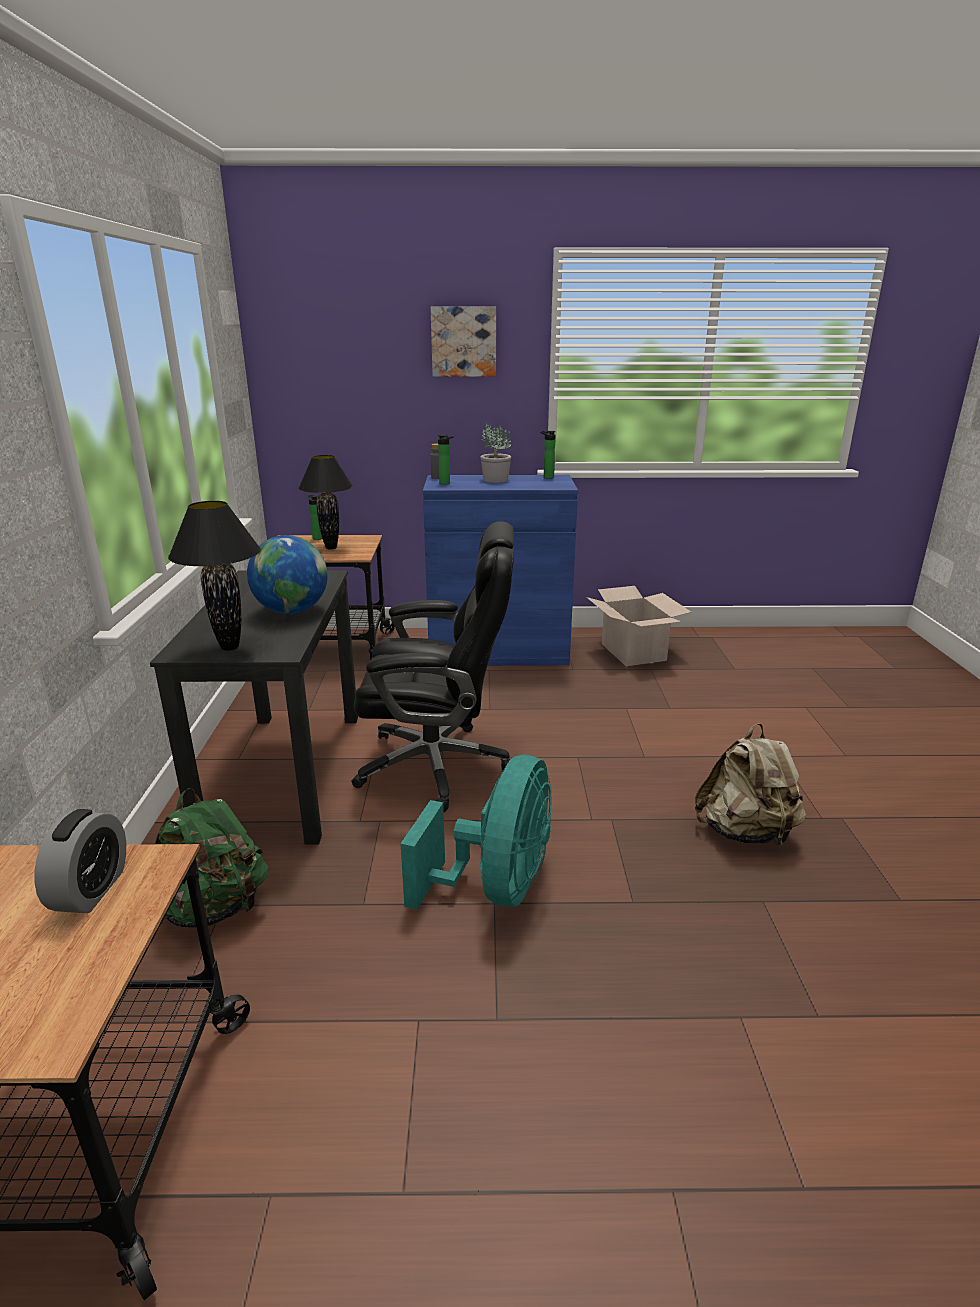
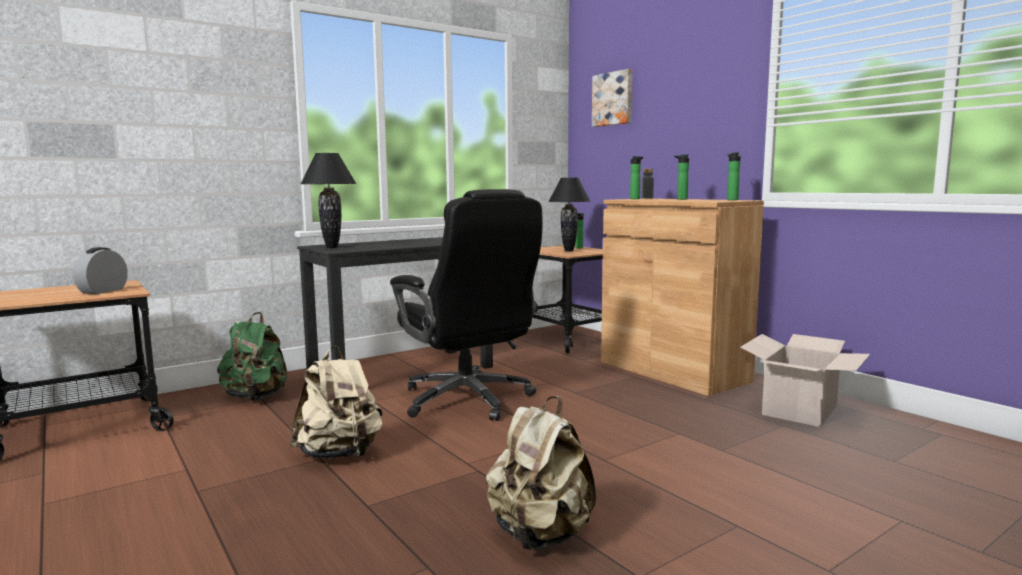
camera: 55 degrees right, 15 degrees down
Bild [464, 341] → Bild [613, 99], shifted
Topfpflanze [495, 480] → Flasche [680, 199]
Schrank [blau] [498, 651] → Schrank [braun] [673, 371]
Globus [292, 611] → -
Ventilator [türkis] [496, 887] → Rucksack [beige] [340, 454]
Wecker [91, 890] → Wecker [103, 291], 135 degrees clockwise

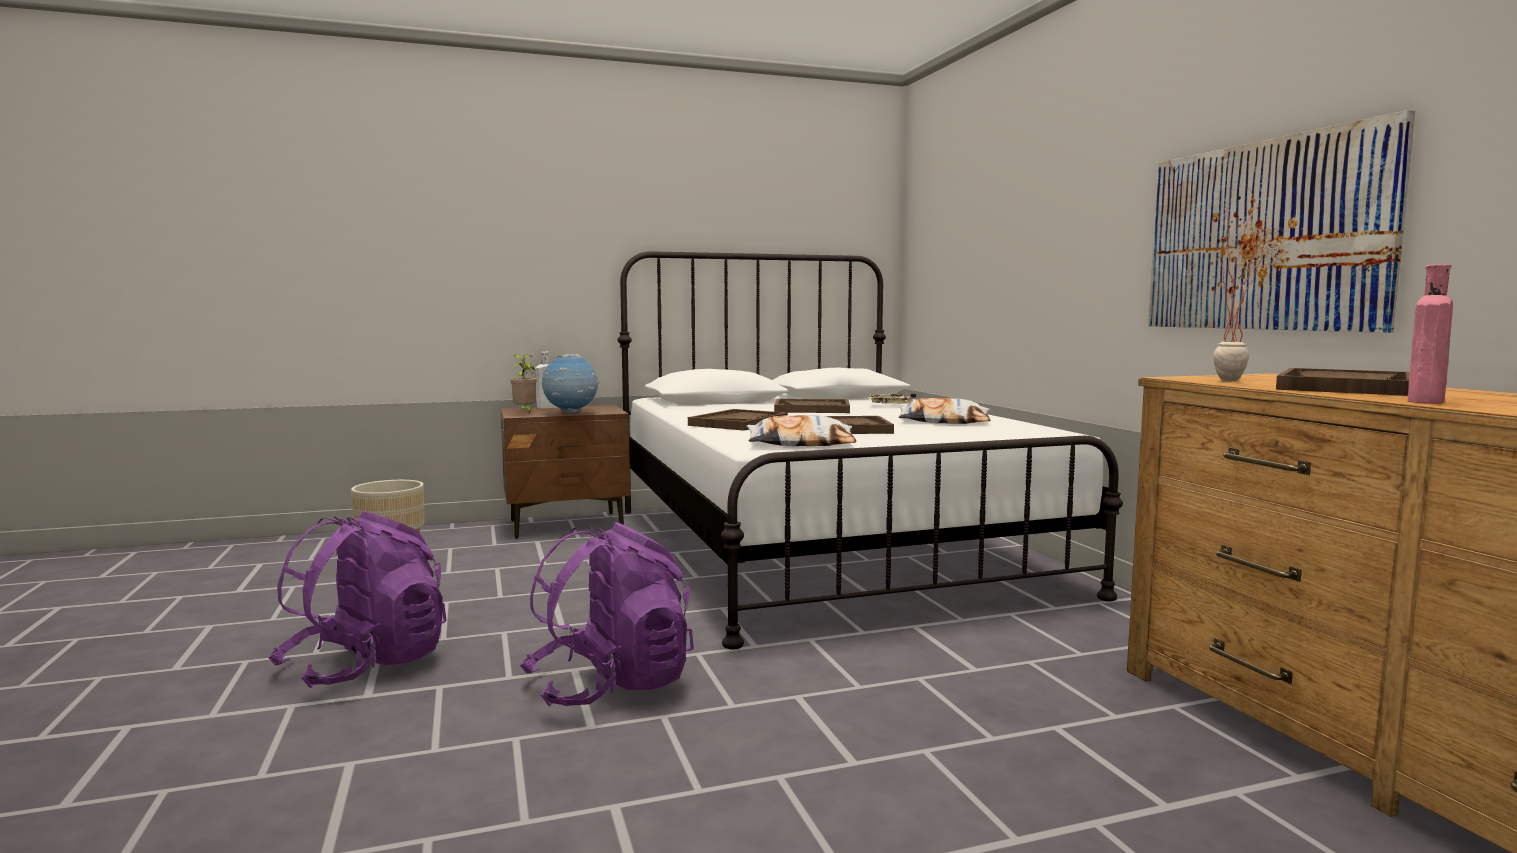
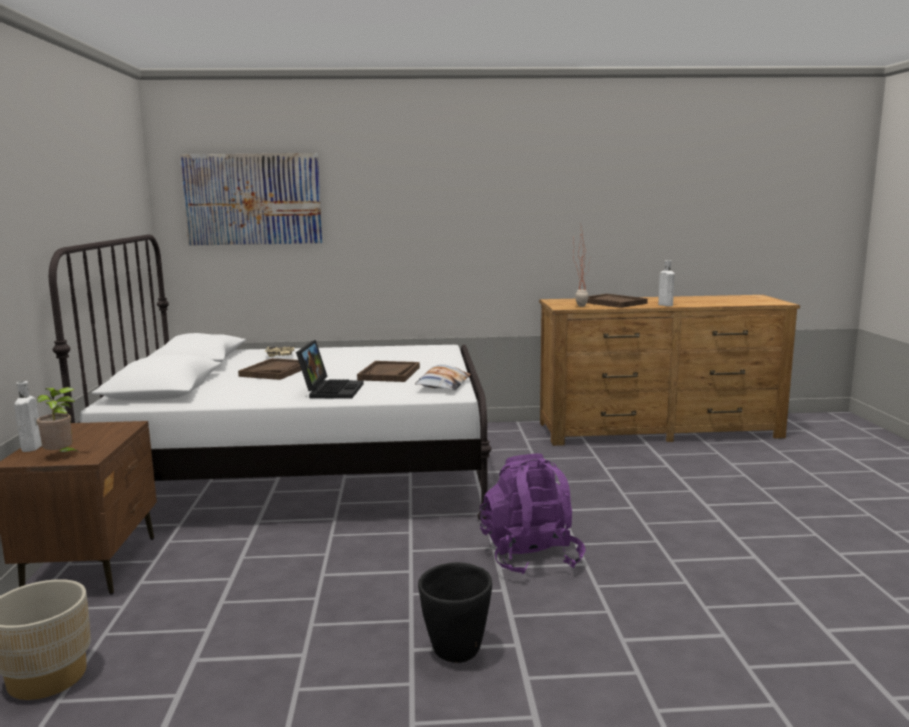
camera: 75 degrees left, 5 degrees up
Bild [1263, 236] → Bild [253, 199], shifted
Flasche [rosa] [1425, 401] → Flasche [weiß] [664, 305]
Globus [571, 413] → -
Kissen [943, 421] → -
Tablett [braun] [738, 423] → Laptop [330, 390]
Rucksack [lila] [365, 665] → Pflanzkübel [schwarz] [456, 652]

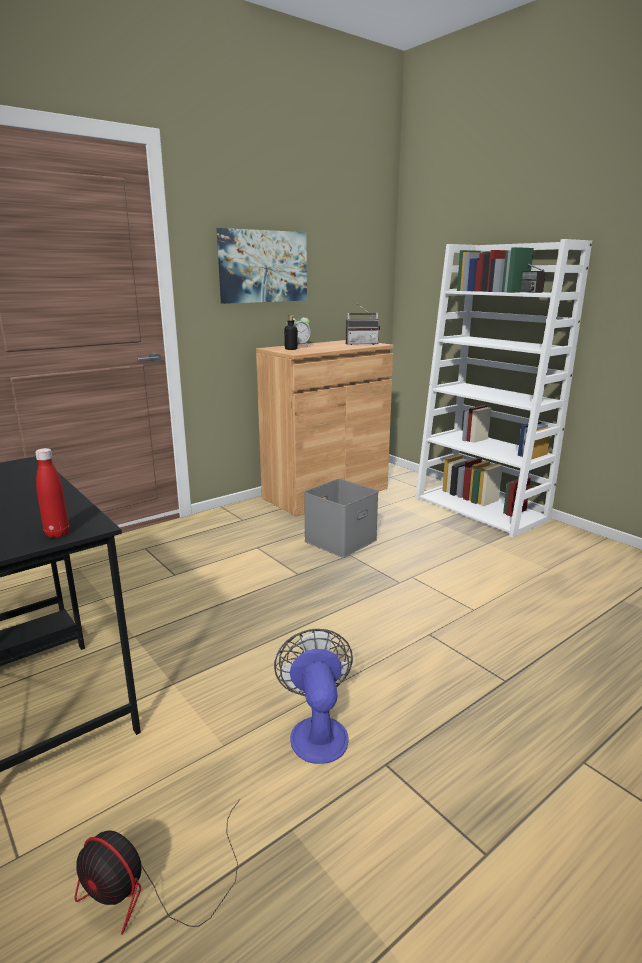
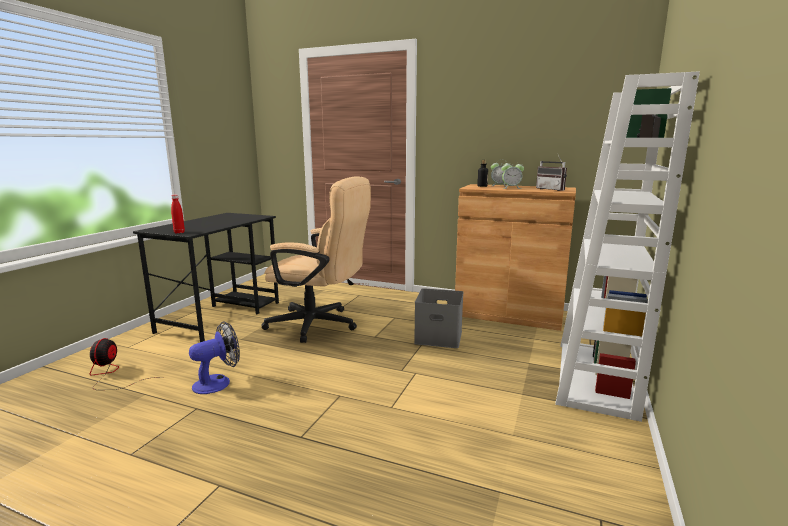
camera: 60 degrees right, 5 degrees down
Bild [263, 266] → -
- → Wecker [511, 188]
- → Bürostuhl [beige] [320, 325]

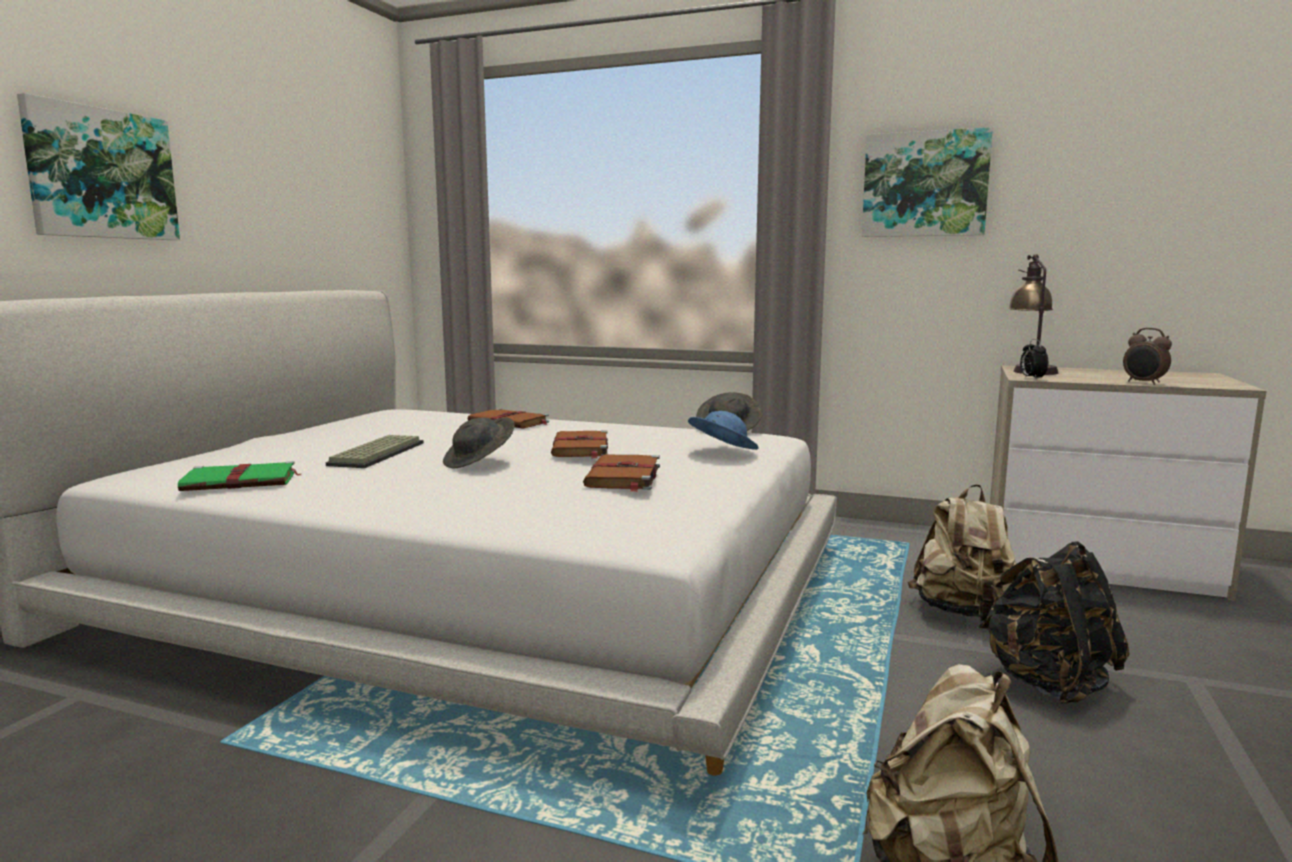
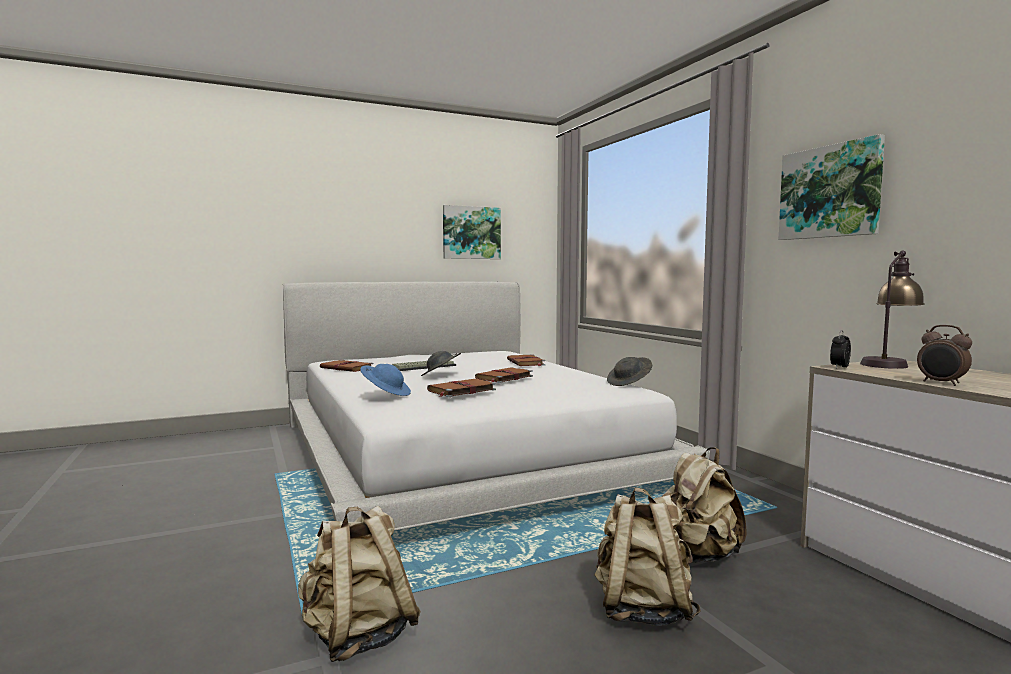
camera: 45 degrees right, 5 degrees down
Bild [101, 174] → Bild [471, 233], shifted
Wecker [1143, 383] → Wecker [941, 383], 45 degrees counterclockwise
Hut [blau] [721, 452] → Hut [blau] [386, 394], shifted
Buch [grün] [242, 481] → Buch [braun] [347, 368]
Rucksack [schwarz] [1047, 683] → Rucksack [beige] [642, 610]

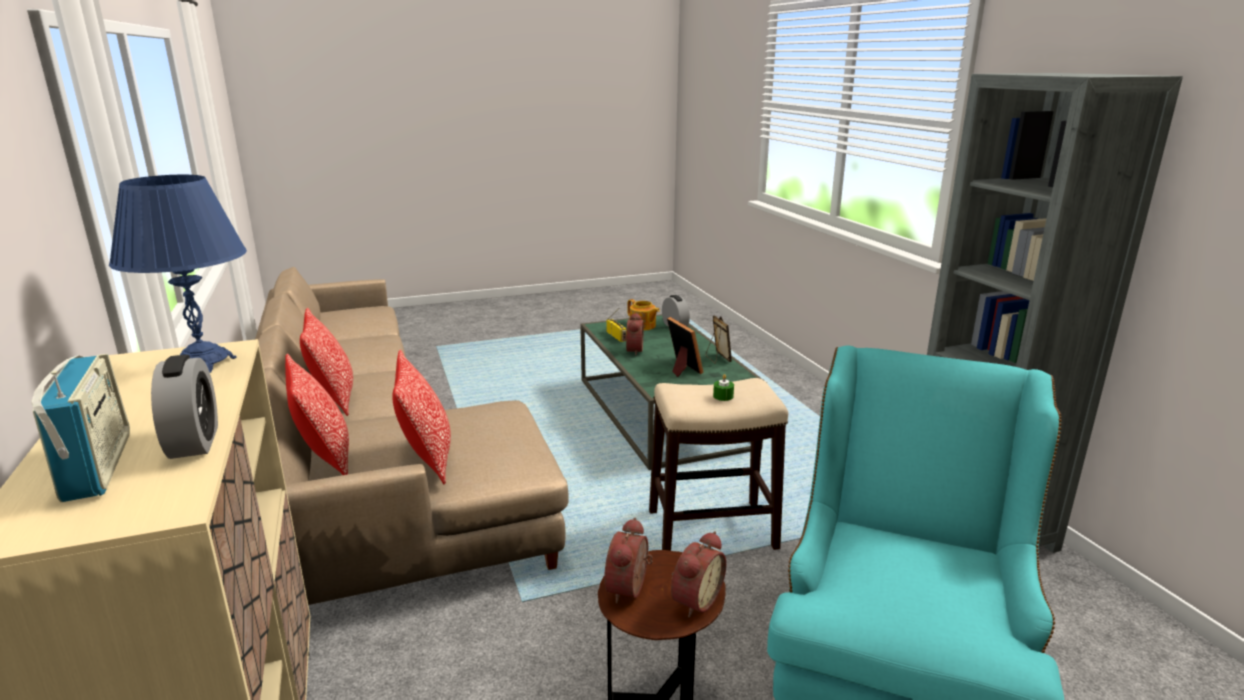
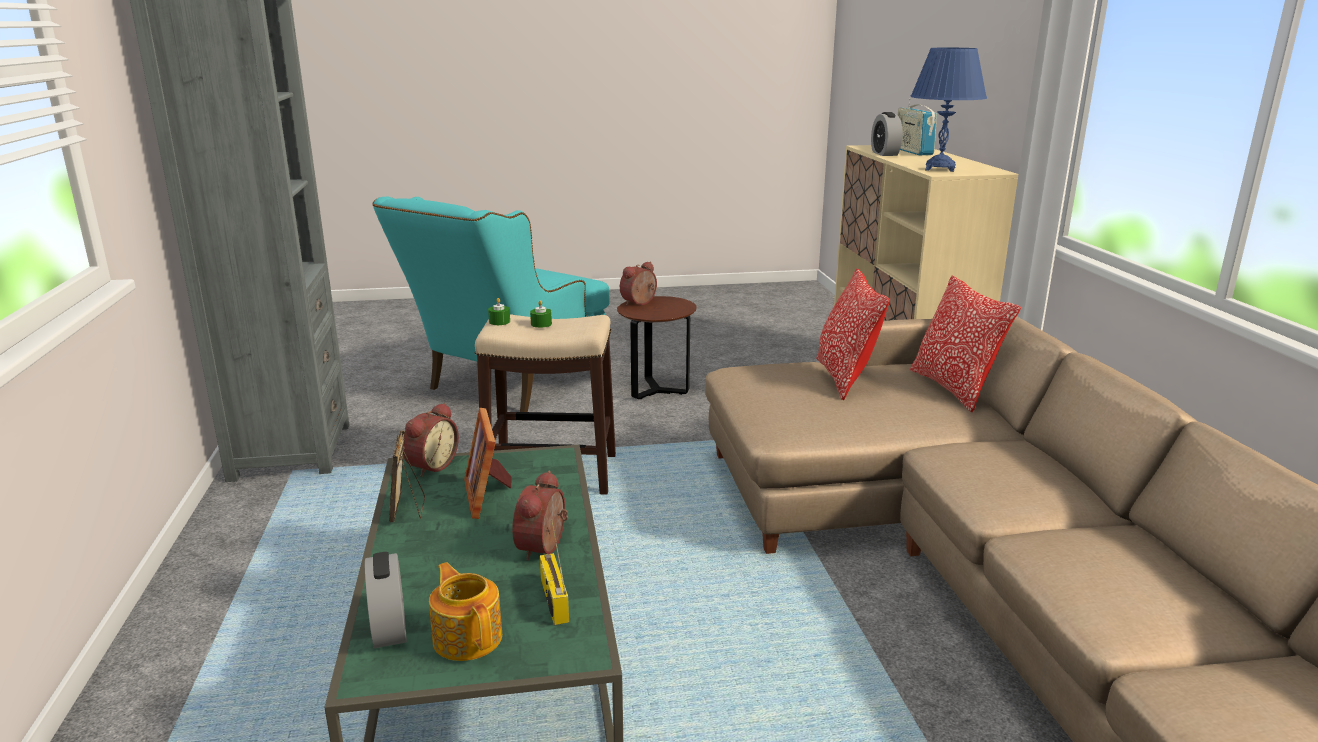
camera: 170 degrees left, 0 degrees up
Kissen [334, 398] → -
Wecker [630, 589] → Wecker [430, 466], shifted
- → Kerze [grün] [499, 322]

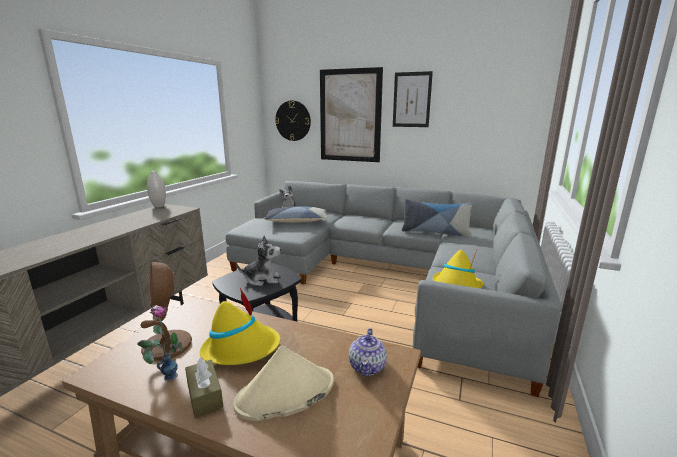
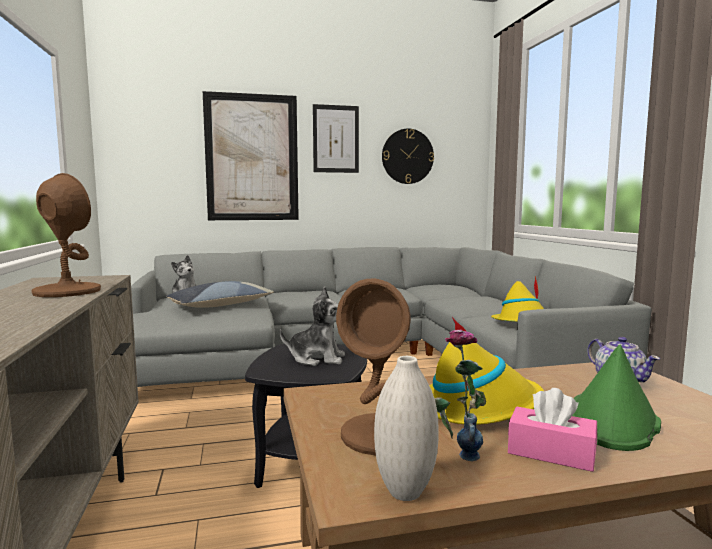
camera: 35 degrees left, 10 degrees down
Wanduhr [293, 121] → Wanduhr [407, 156], shifted
Vase [weiß] [159, 206] → Vase [weiß] [405, 492], shifted
Kissen [435, 232] → -
Plüschtier [262, 279] → Plüschtier [317, 359], 45 degrees clockwise
Hut [beige] [285, 393] → Hut [grün] [613, 420]
Taschentuchbox [braun] [204, 395] → Taschentuchbox [rosa] [551, 453]
- → Tischlampe [braun] [67, 291]

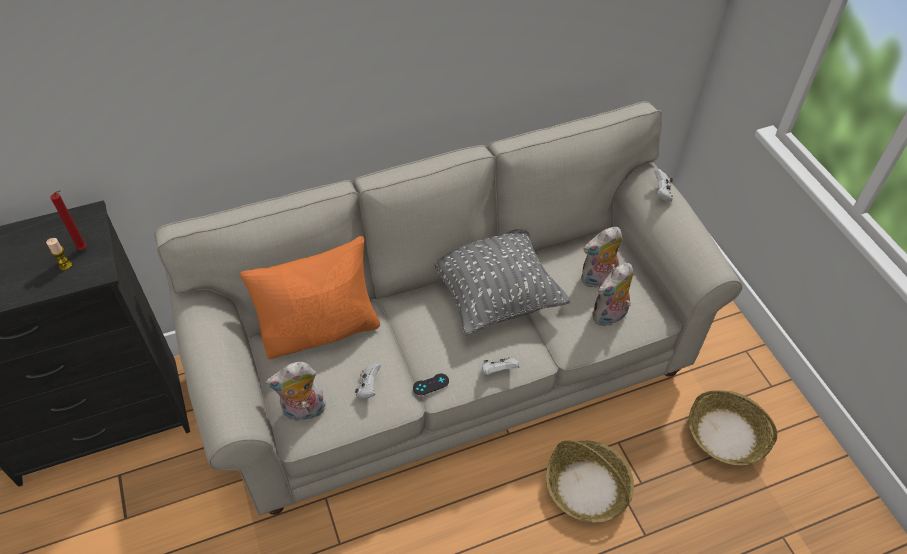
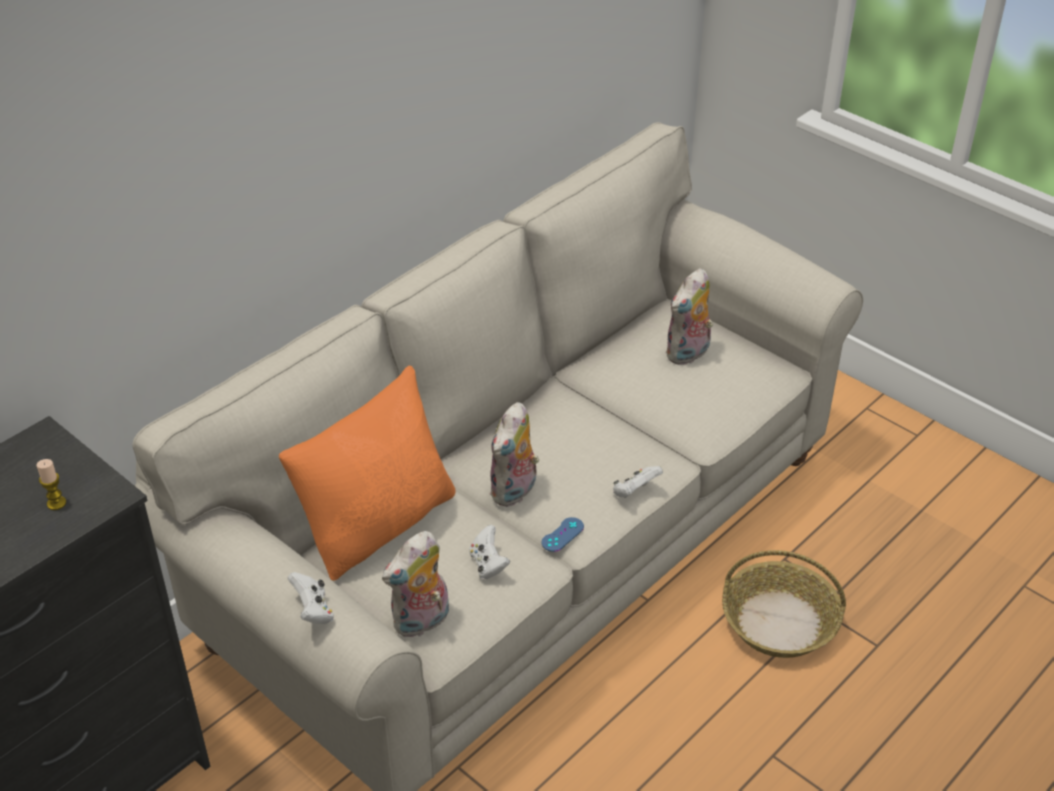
camera: 25 degrees left, 10 degrees down
Gamepad [weiß] [661, 193] → Gamepad [weiß] [313, 611], shifted
Kerze [rot] [84, 249] → -
Kissen [grau] [495, 296] → -
Plüschtier [609, 317] → Plüschtier [515, 492], shifted
Gamepad [schwarz] [431, 384] → Gamepad [blau] [562, 535]
Korb [727, 435] → -

